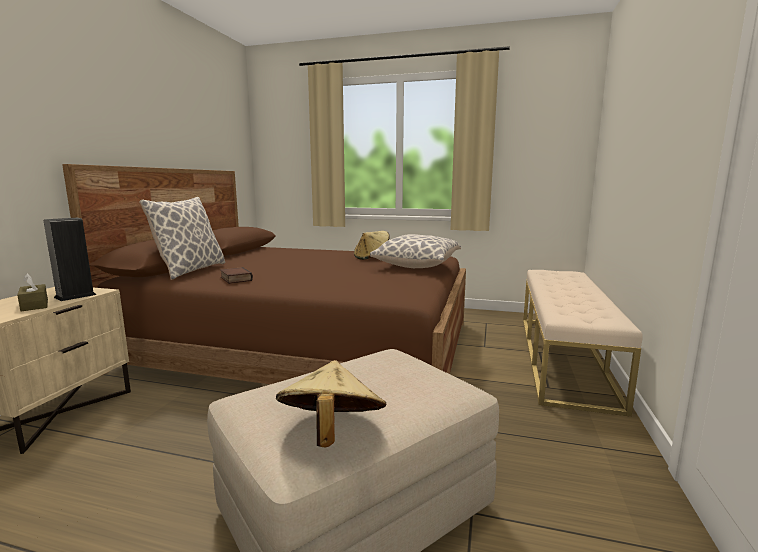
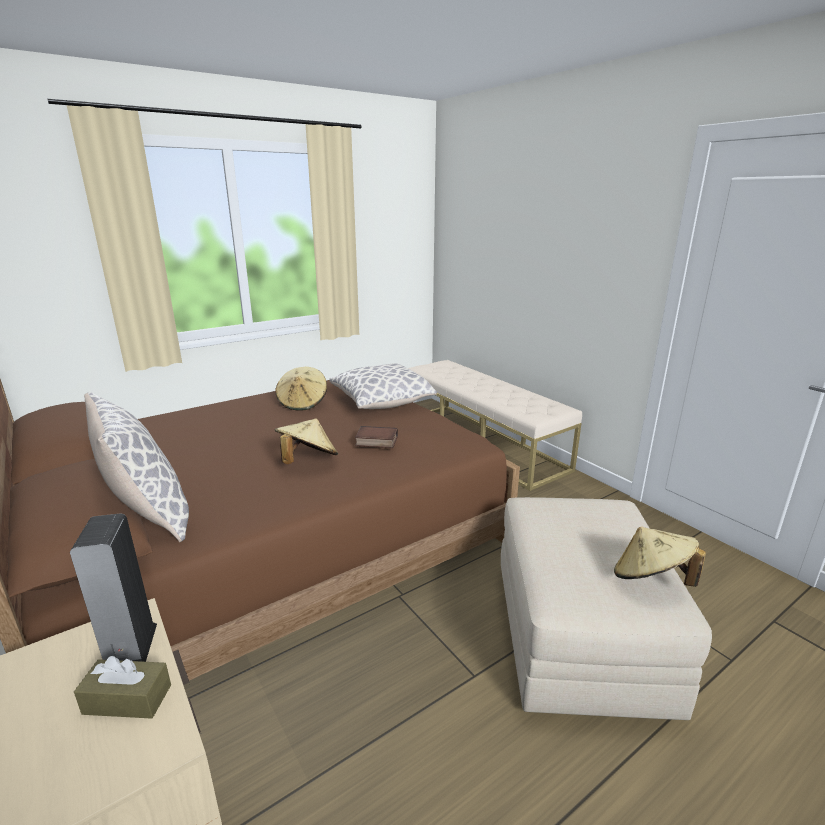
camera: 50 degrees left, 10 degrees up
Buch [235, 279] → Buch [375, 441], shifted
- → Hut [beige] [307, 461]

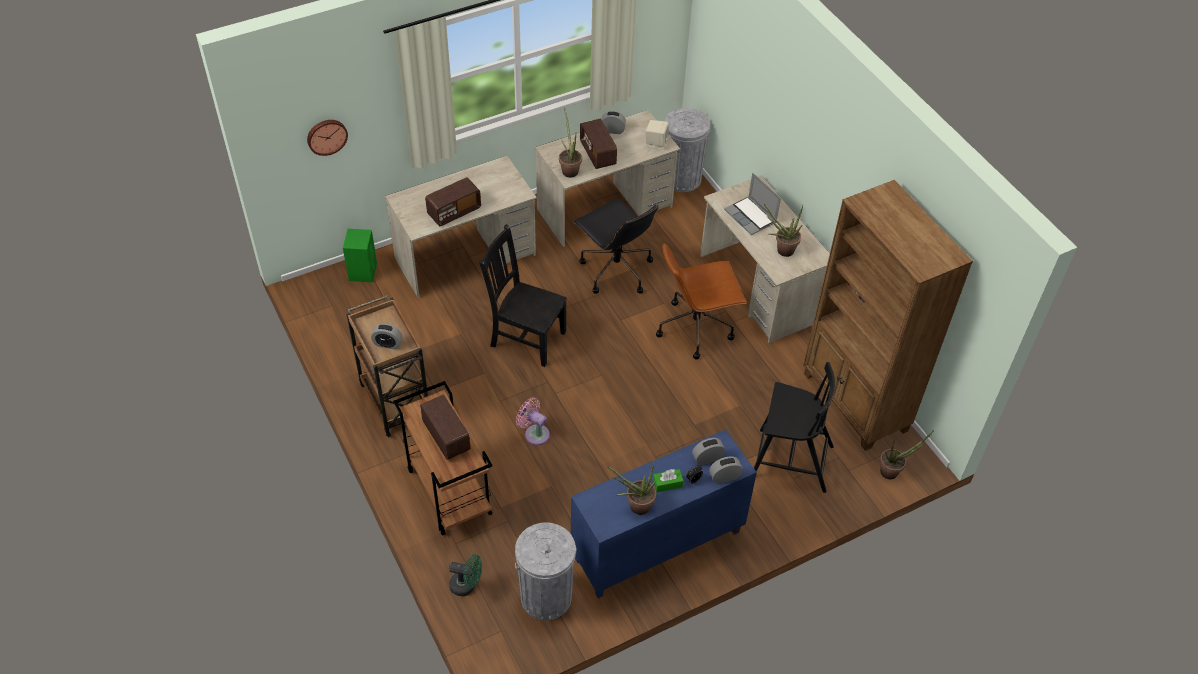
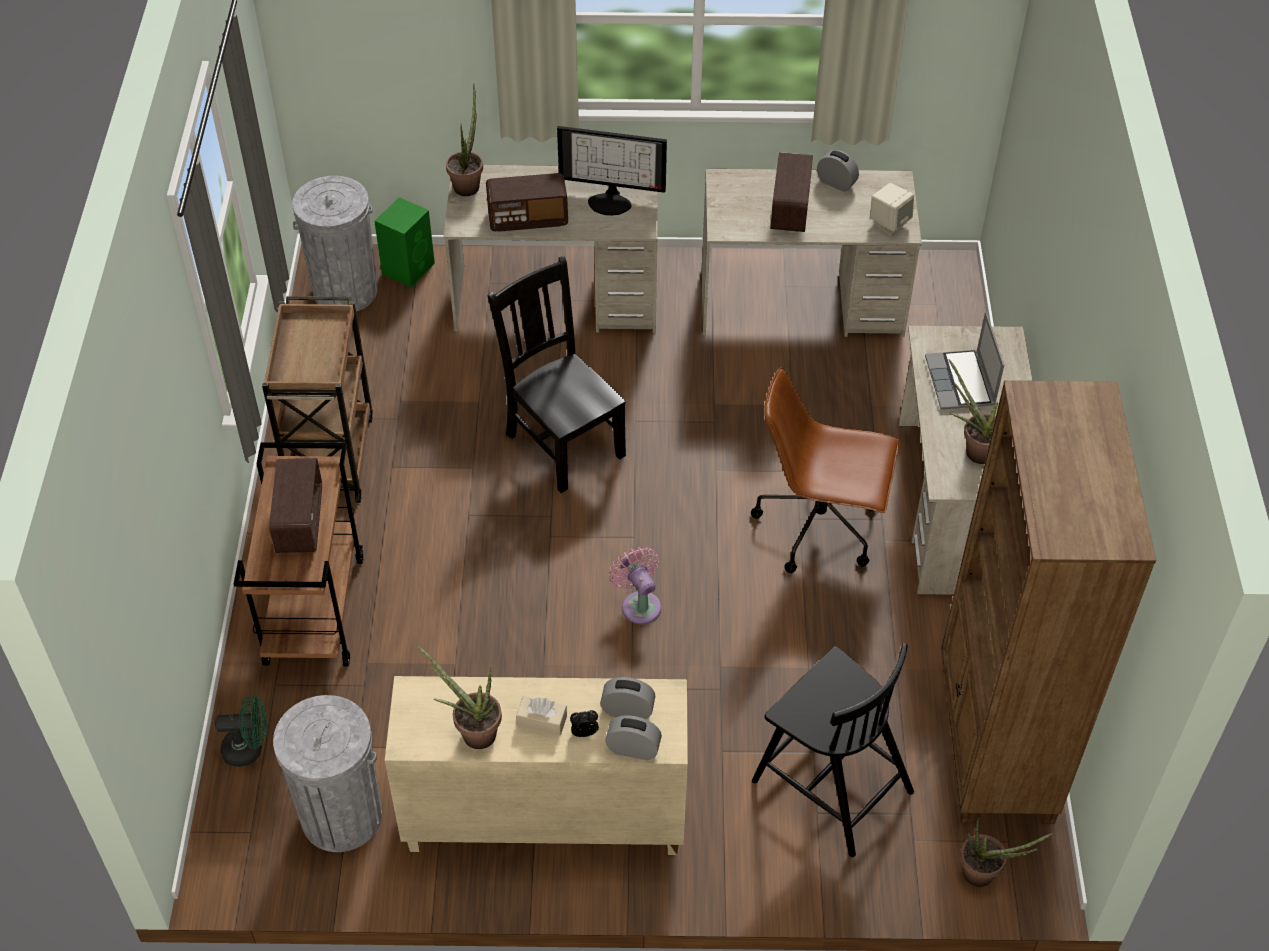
camera: 30 degrees right, 0 degrees up
Topfpflanze [569, 169] → Topfpflanze [468, 184], shifted
Mülleimer [grau] [681, 178] → Mülleimer [grau] [345, 290], shifted
Wanduhr [326, 136] → -
Bürostuhl [schwarz] [615, 270] → -
Wecker [387, 344] → -
Ventilator [rosa] [534, 433] → Ventilator [rosa] [639, 604], shifted
Schrank [blau] [657, 546] → Schrank [beige] [543, 819]
Taschentuchbox [grün] [667, 484] → Taschentuchbox [beige] [542, 721]
Ventilator [grün] [467, 586] → Ventilator [grün] [249, 749], 45 degrees counterclockwise
- → Monitor [611, 201]

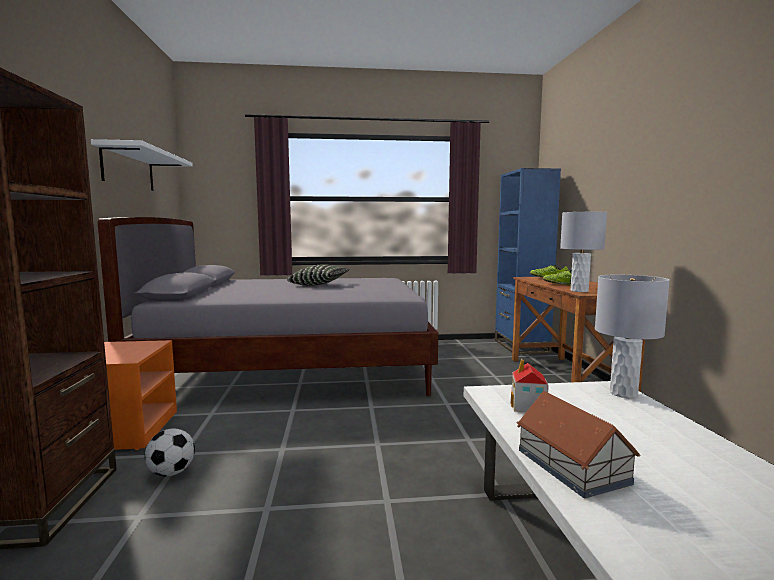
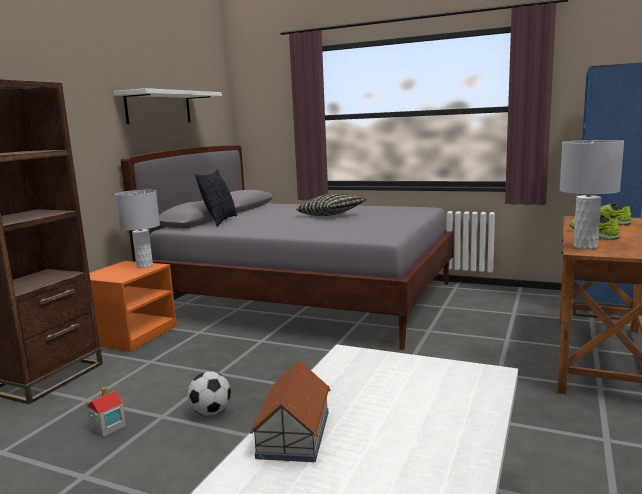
camera: 30 degrees right, 5 degrees up
Tischlampe [grau] [623, 393] → Tischlampe [grau] [144, 265], shifted
Spielzeughaus [528, 406] → Spielzeughaus [107, 427], shifted
Fußball [171, 472] → Fußball [211, 412], shifted
- → Kissen [220, 221]

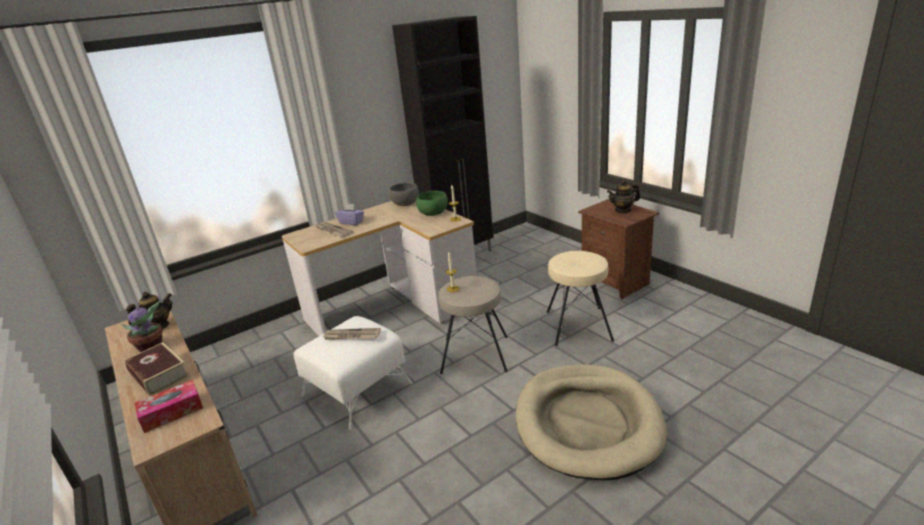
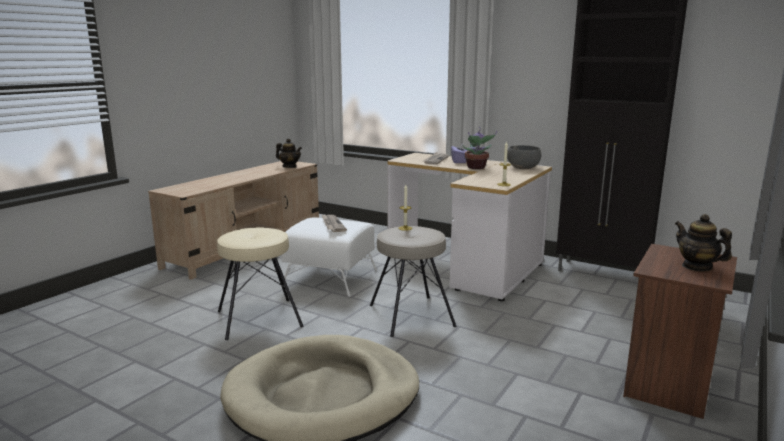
camera: 65 degrees right, 10 degrees down
Schüssel [grün] [433, 213] → -
Hocker [beige] [577, 326] → Hocker [beige] [259, 318], shifted
Topfpflanze [152, 347] → Topfpflanze [476, 168], shifted
Buch [159, 375] → -
Taschentuchbox [172, 412] → -

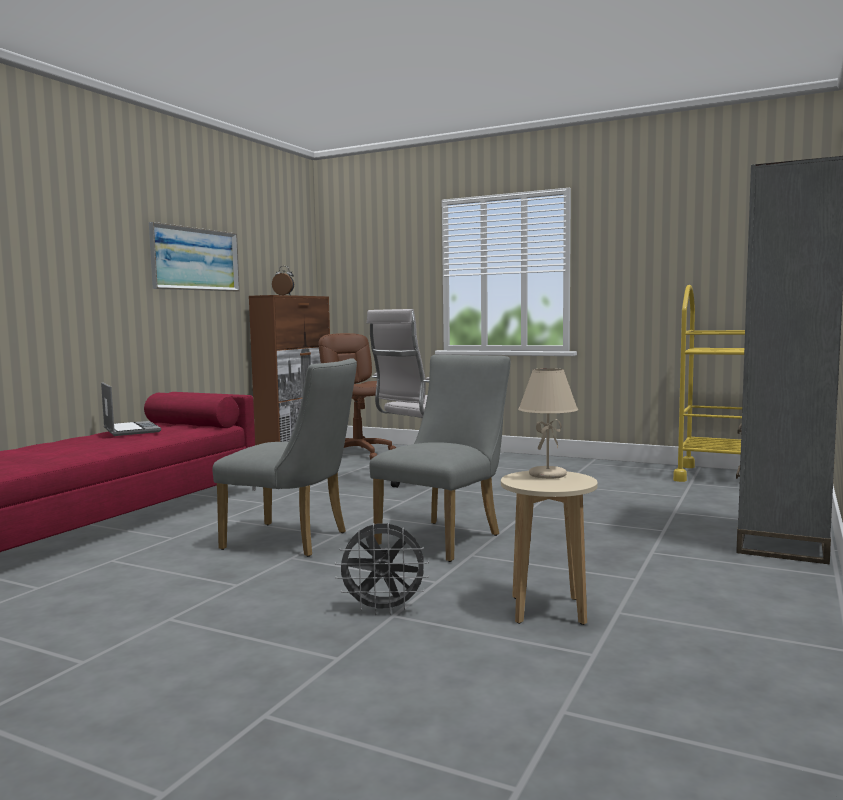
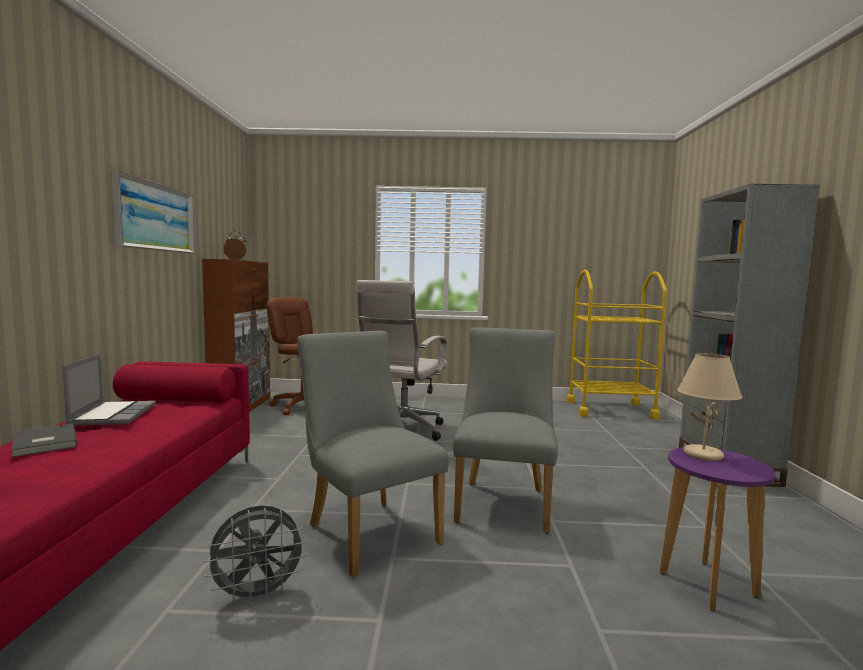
camera: 25 degrees left, 0 degrees up
Stuhl [grau] [294, 541] → Stuhl [grau] [367, 530], 120 degrees counterclockwise
Laptop [130, 430] → Laptop [113, 414], 45 degrees clockwise
Hocker [beige] [547, 610] → Hocker [lila] [707, 584]
Ventilator [grau] [384, 610] → Ventilator [grau] [258, 595], shifted
- → Buch [grau] [43, 443]

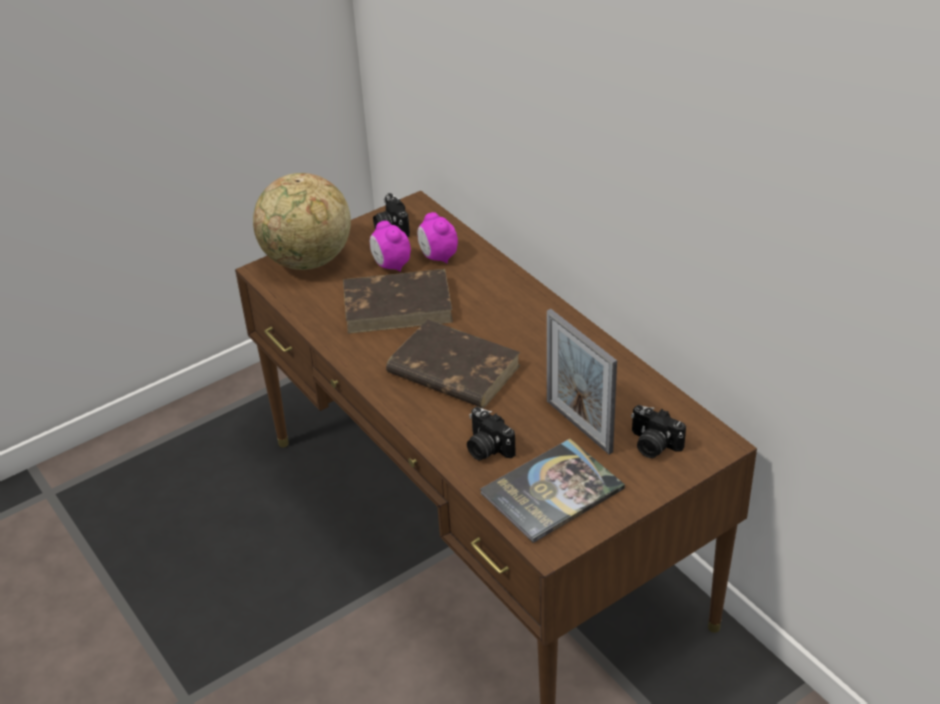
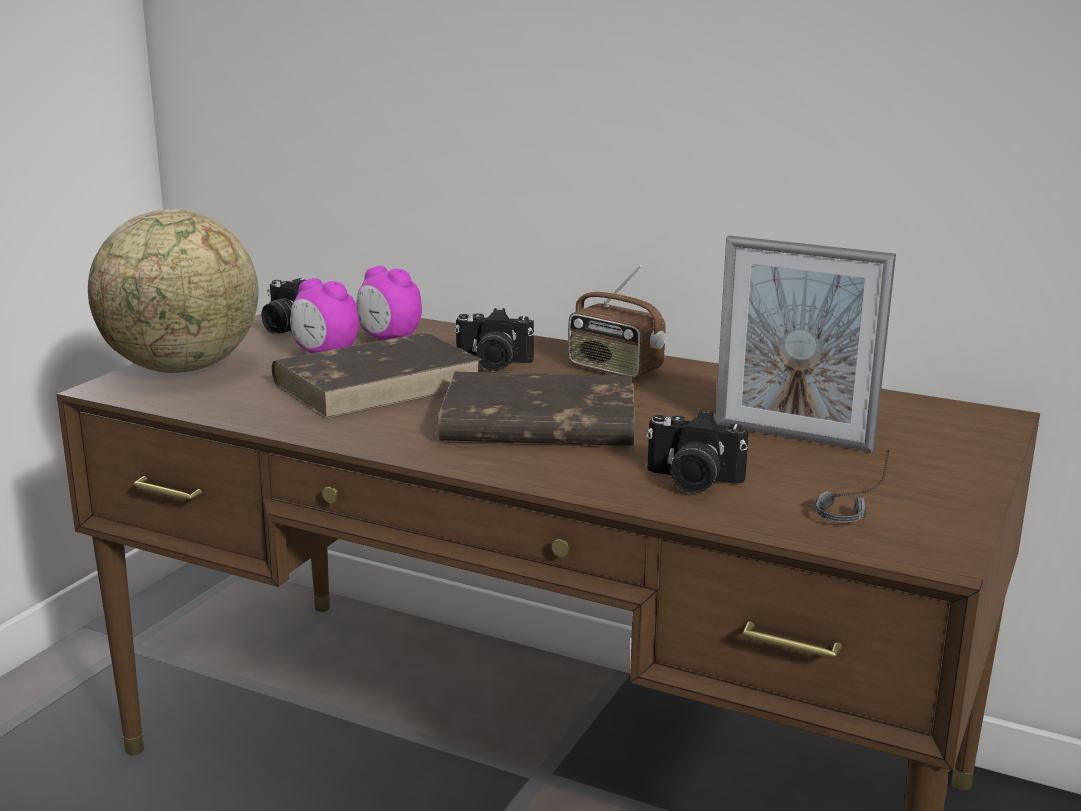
camera: 30 degrees left, 20 degrees down
Kamera [653, 445] → Kamera [492, 364], shifted
Buch [552, 491] → Kopfhörer [850, 501]
- → Radio [614, 369]

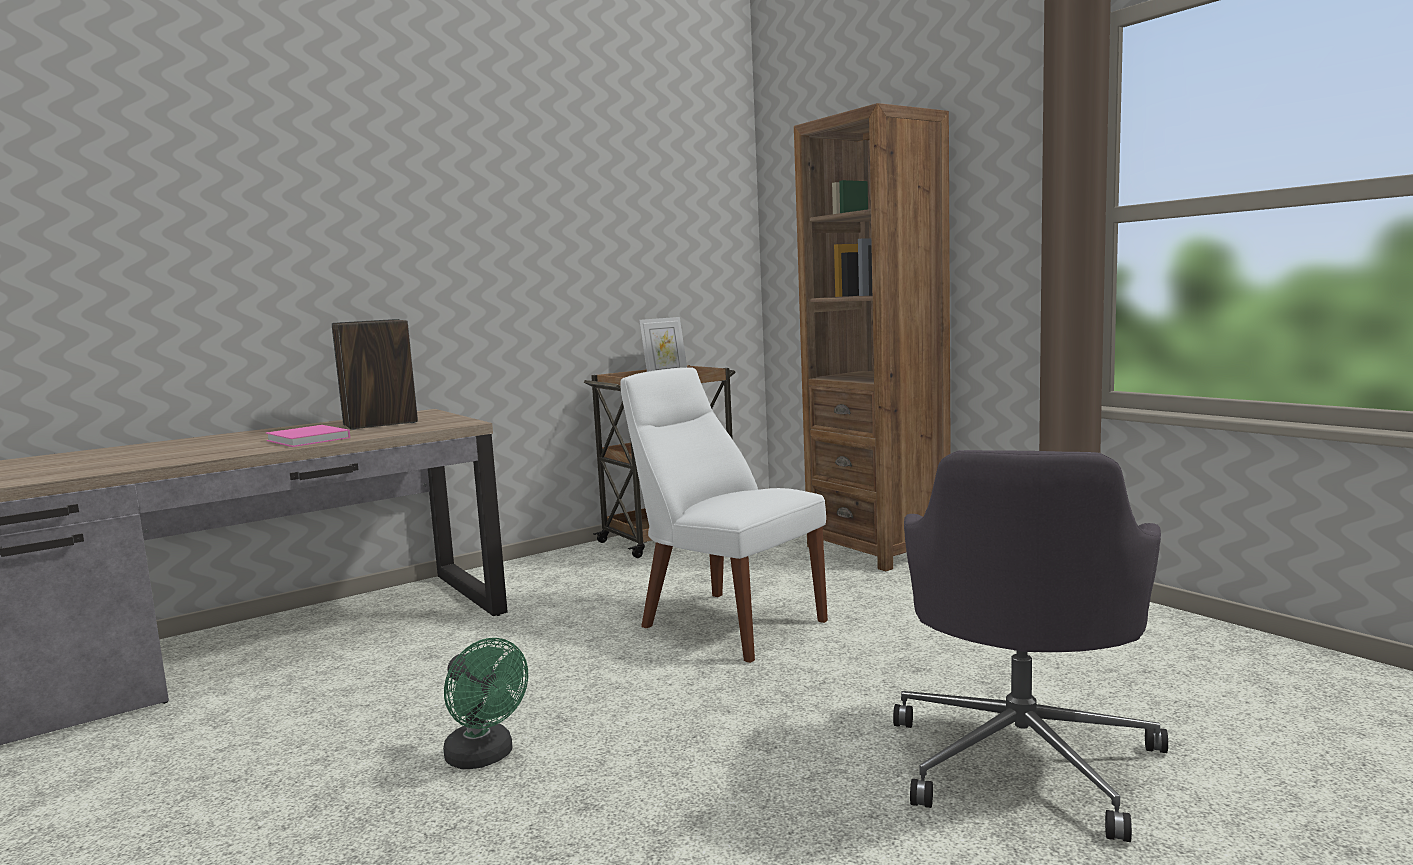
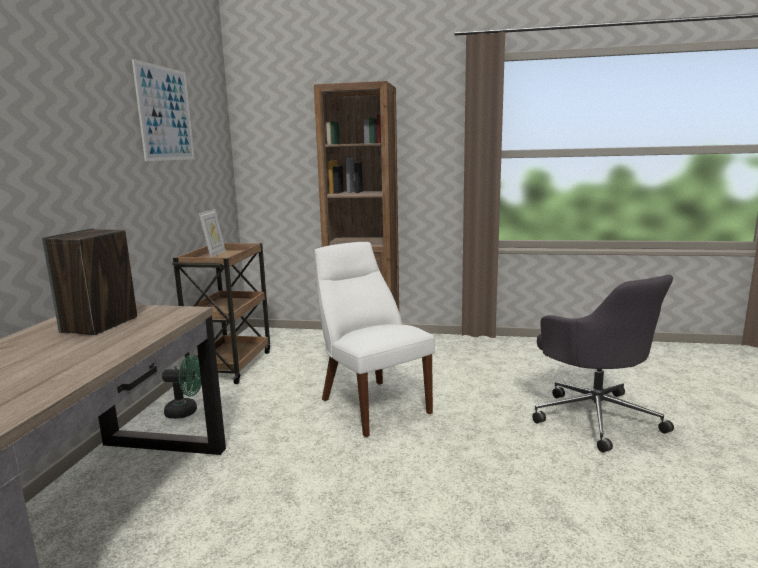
camera: 45 degrees left, 5 degrees up
Stuhl [weiß] [726, 622] → Stuhl [weiß] [371, 404], 60 degrees clockwise
Buch [rosa] [309, 439] → -
Ventilator [grün] [485, 757] → Ventilator [grün] [186, 412], shifted
- → Bild [165, 114]

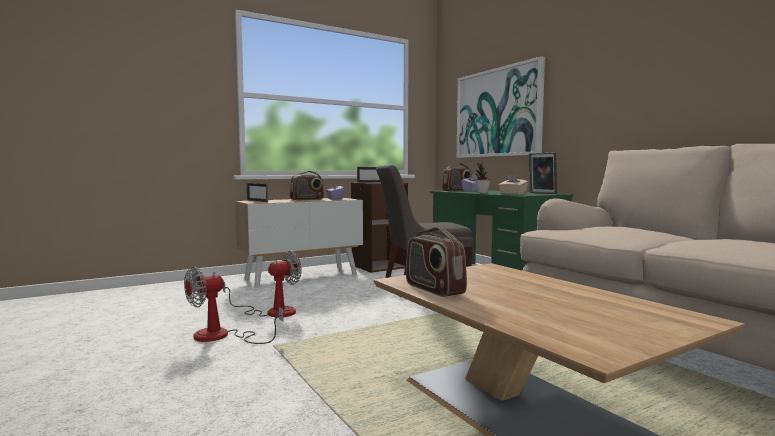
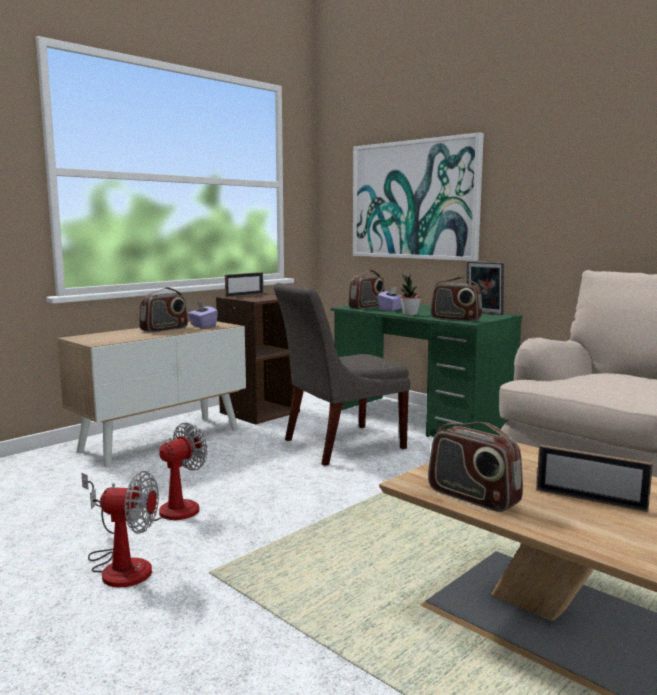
camera: 15 degrees left, 5 degrees up
Taschentuchbox [beige] [512, 194] → Radio [455, 319]
Bilderrahmen [257, 201] → Bilderrahmen [590, 500], shifted
Ventilator [222, 336] → Ventilator [122, 565], 120 degrees counterclockwise

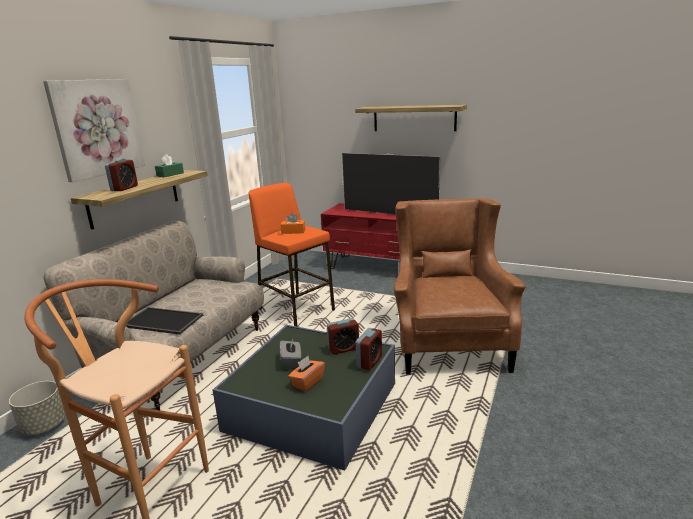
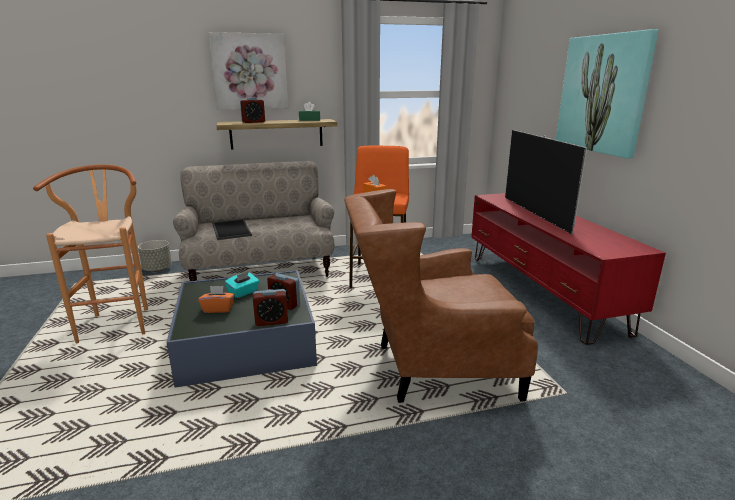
camera: 50 degrees right, 0 degrees up
Wandregal [414, 118] → Bild [603, 94]
Sessel [braun] [448, 341] → Sessel [braun] [431, 369], 150 degrees counterclockwise
Taschentuchbox [grau] [291, 361] → Taschentuchbox [türkis] [243, 293]

